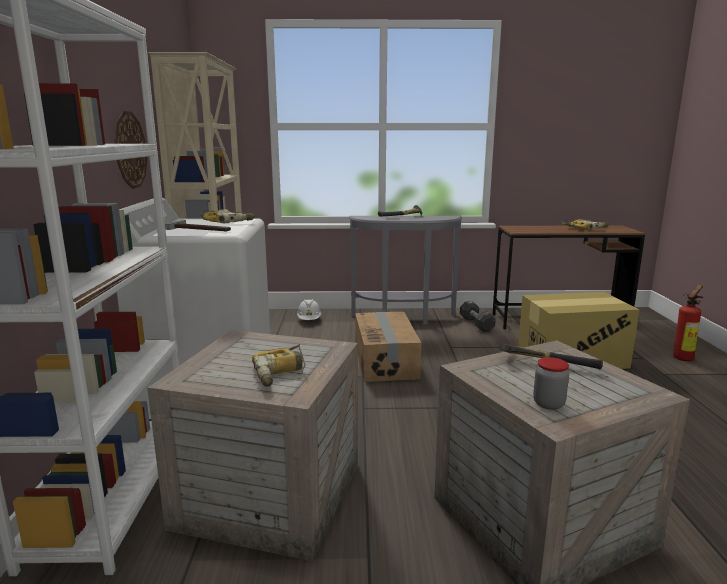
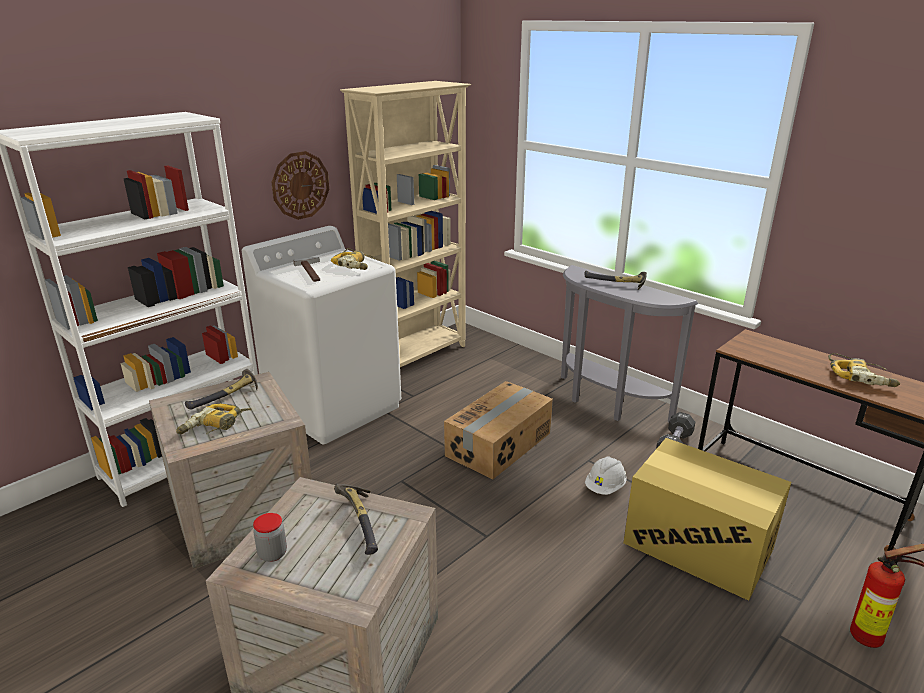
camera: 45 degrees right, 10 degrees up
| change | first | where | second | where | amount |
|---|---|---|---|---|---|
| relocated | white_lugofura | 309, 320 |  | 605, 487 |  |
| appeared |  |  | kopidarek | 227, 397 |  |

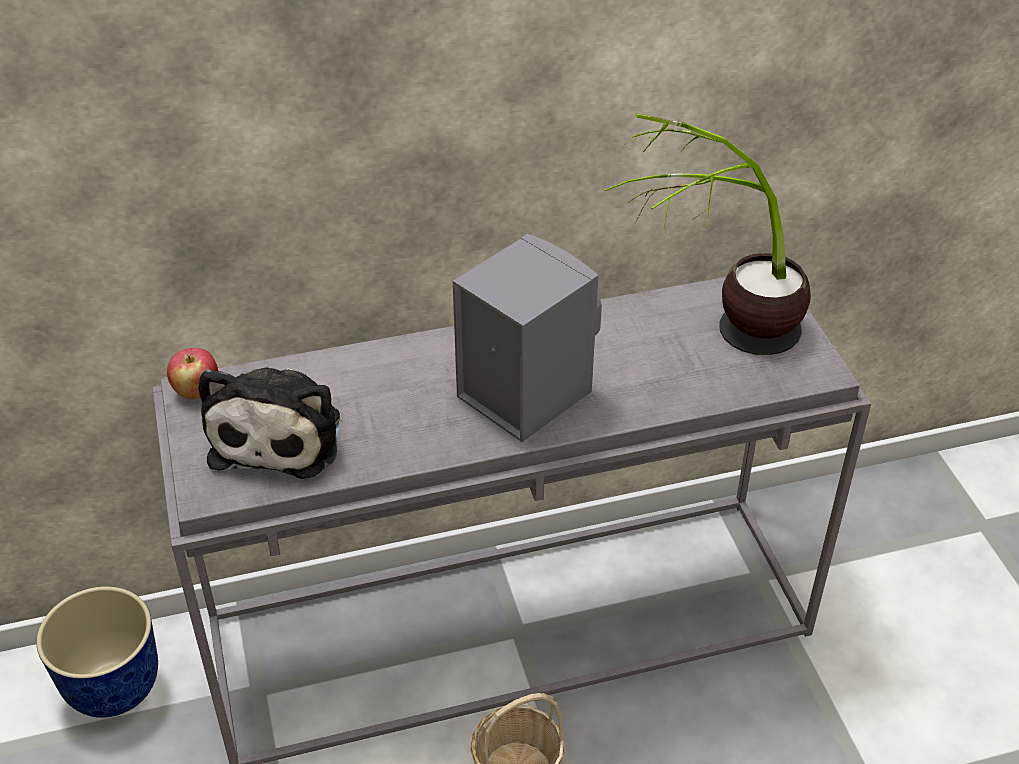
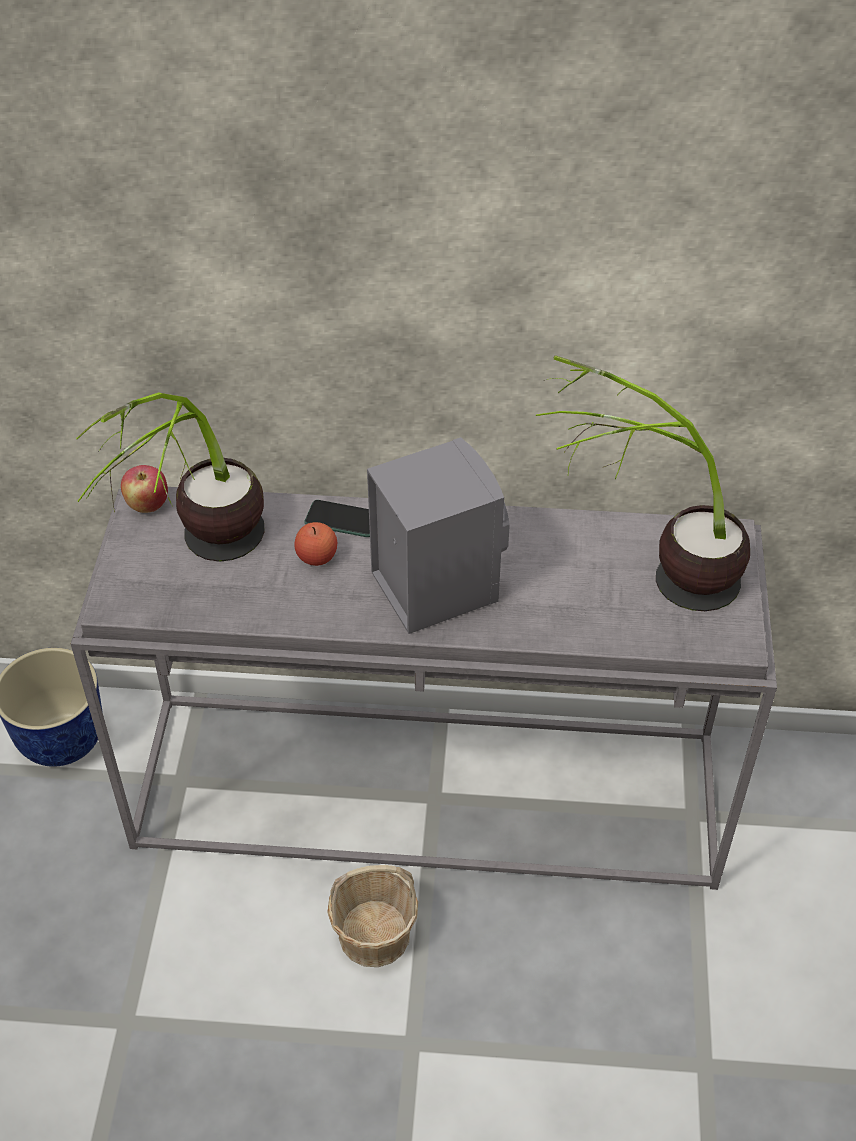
camera: 20 degrees right, 5 degrees up
| change | first | where | second | where | amount |
|---|---|---|---|---|---|
| exchanged | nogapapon | 279, 434 | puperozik | 199, 565 |  |
| appeared |  |  | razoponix | 317, 557 |  |
| appeared |  |  | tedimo | 342, 520 |  |

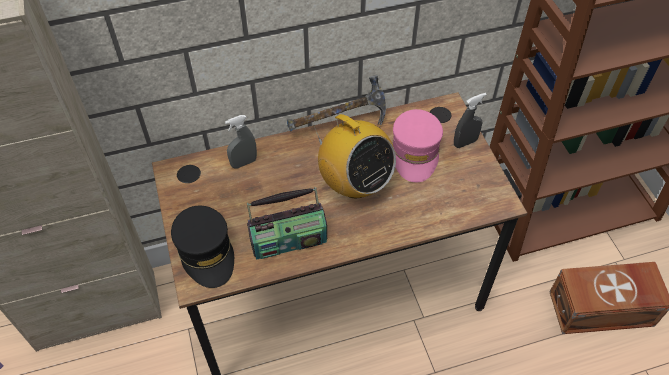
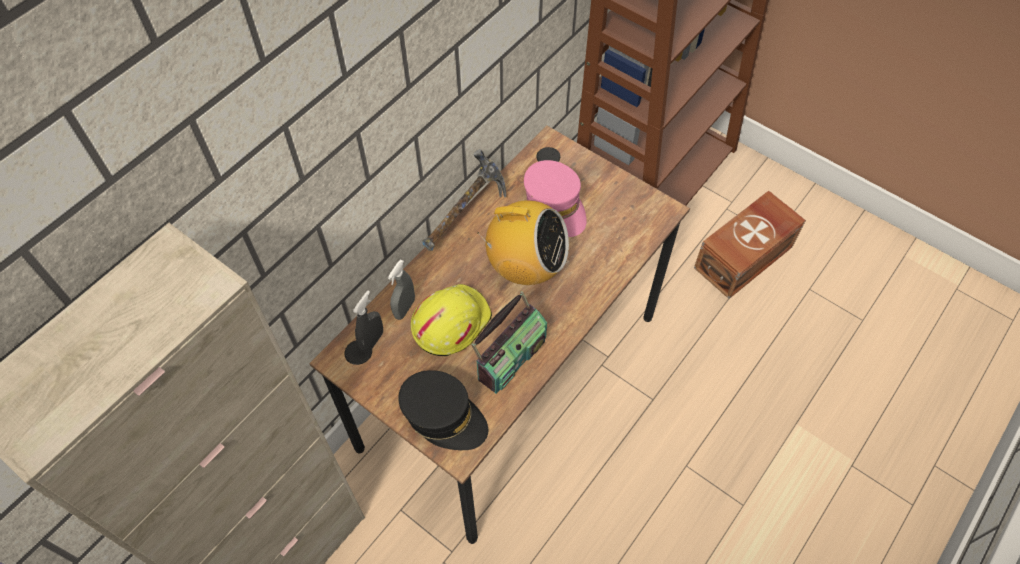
camera: 35 degrees left, 5 degrees up
| change | first | where | second | where | amount |
|---|---|---|---|---|---|
| relocated | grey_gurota | 465, 142 |  | 372, 341 |  |
| appeared |  |  | yellow_lugofura | 450, 322 |  |

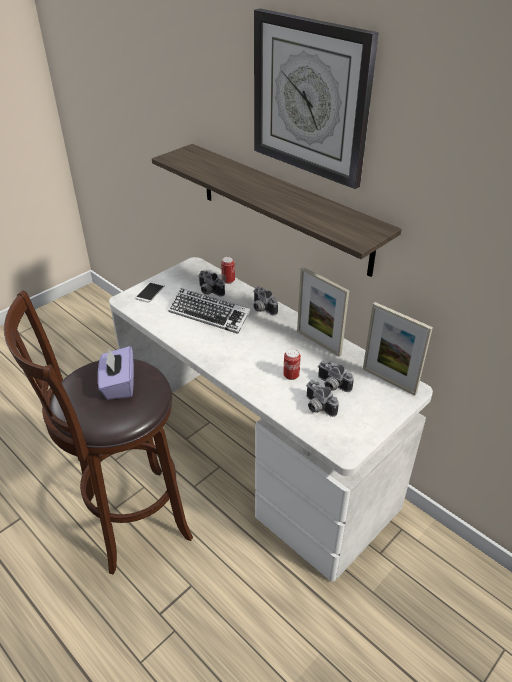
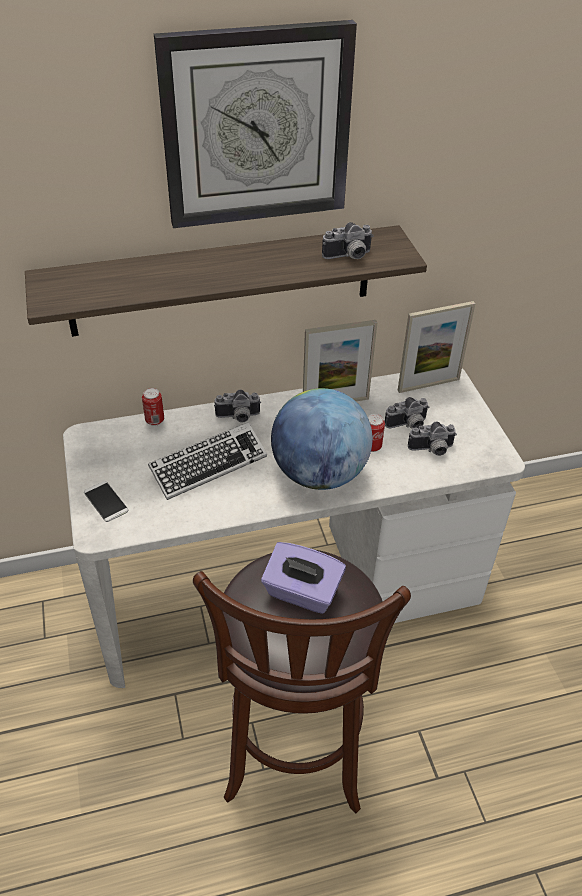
camera: 60 degrees left, 5 degrees up
| change | first | where | second | where | amount |
|---|---|---|---|---|---|
| relocated | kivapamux | 208, 292 |  | 349, 257 |  |
| appeared |  |  | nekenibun | 319, 473 |  |

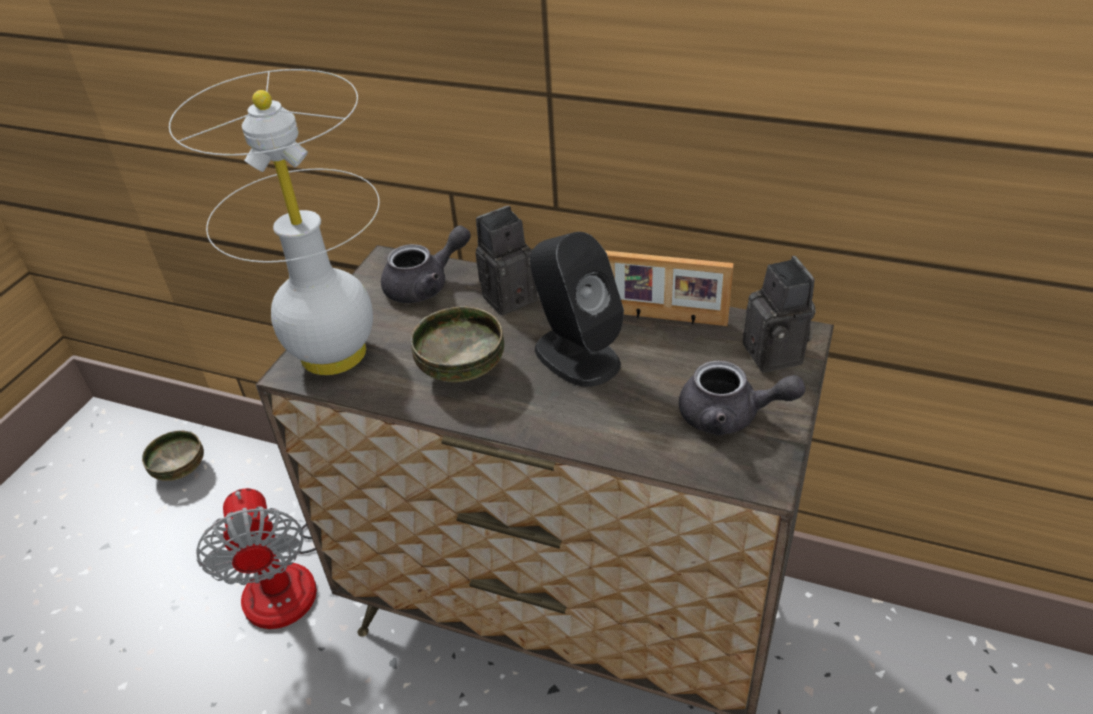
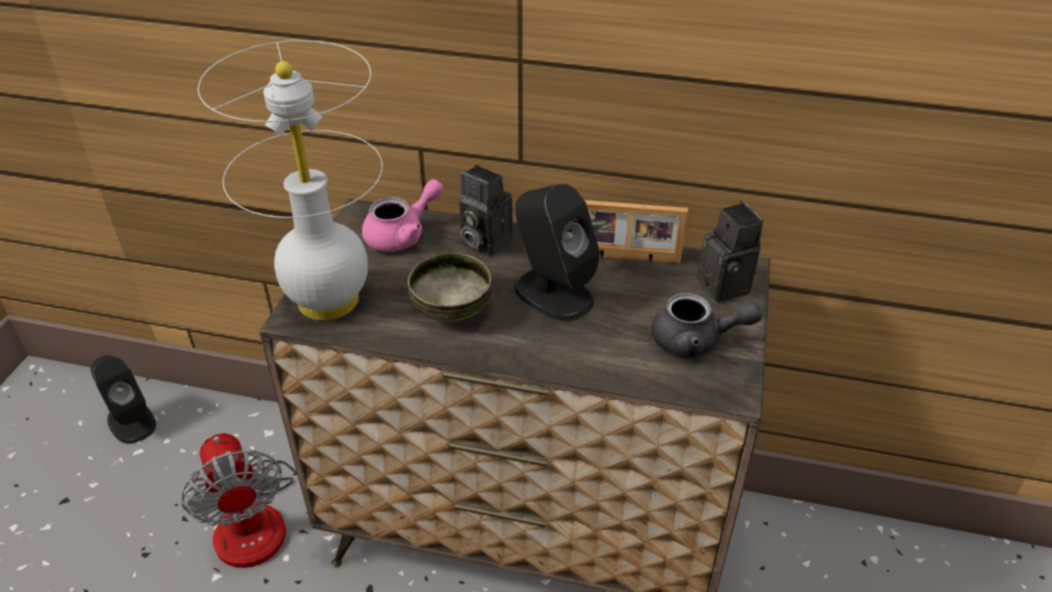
camera: 10 degrees left, 0 degrees up
| change | first | where | second | where | amount |
|---|---|---|---|---|---|
| exchanged | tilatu | 180, 469 | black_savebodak | 131, 421 |  |
| colour | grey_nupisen | 426, 285 | pink_nupisen | 403, 235 |  |
| spun | kivapamux | 510, 295 |  | 483, 242 | 105 degrees counterclockwise |

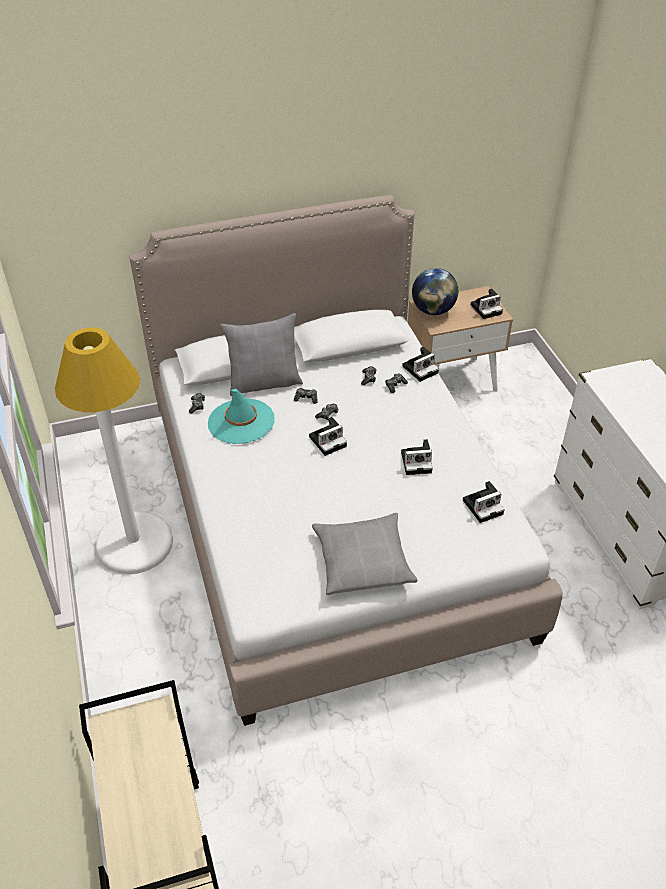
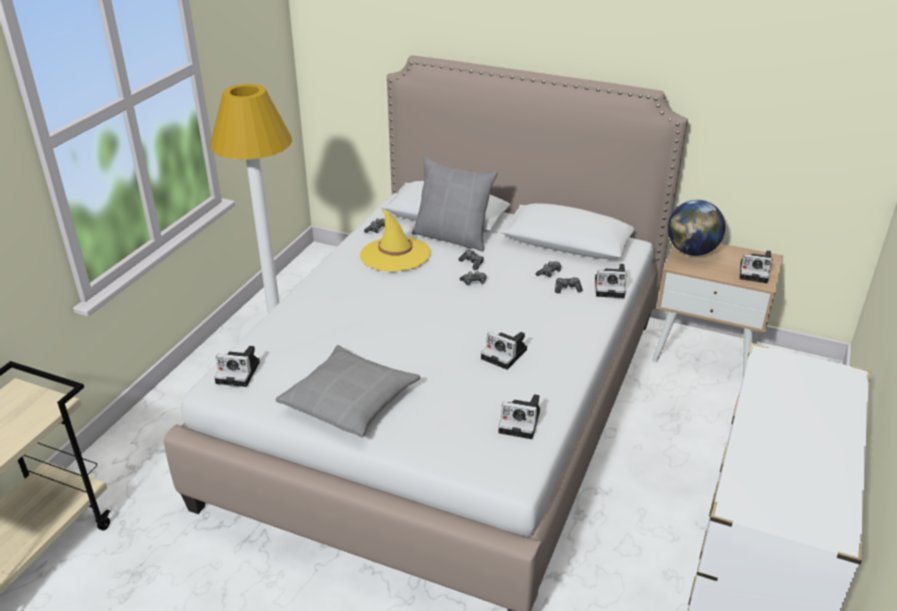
camera: 40 degrees right, 10 degrees down
| change | first | where | second | where | amount |
|---|---|---|---|---|---|
| colour | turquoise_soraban | 241, 421 | yellow_soraban | 395, 254 |  |
| relocated | kivapamux | 328, 440 |  | 240, 372 |  |

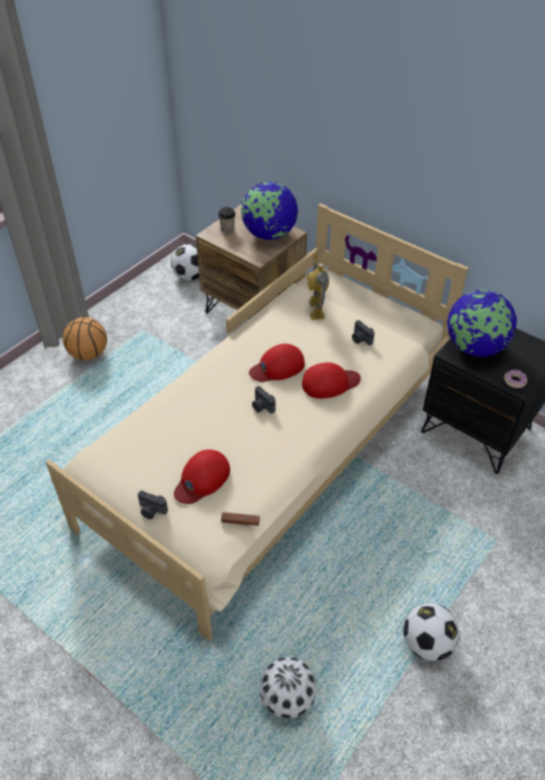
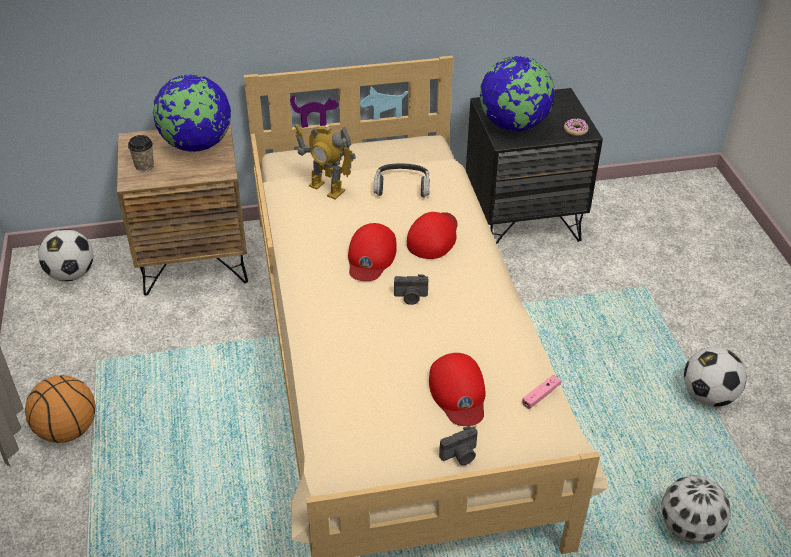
camera: 50 degrees left, 5 degrees down
| change | first | where | second | where | amount |
|---|---|---|---|---|---|
| colour | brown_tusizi | 240, 521 | pink_tusizi | 541, 395 |  |
| exchanged | kivapamux | 360, 339 | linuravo | 402, 186 |  |

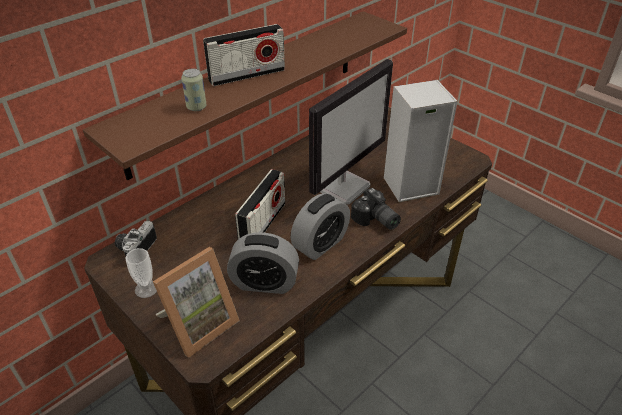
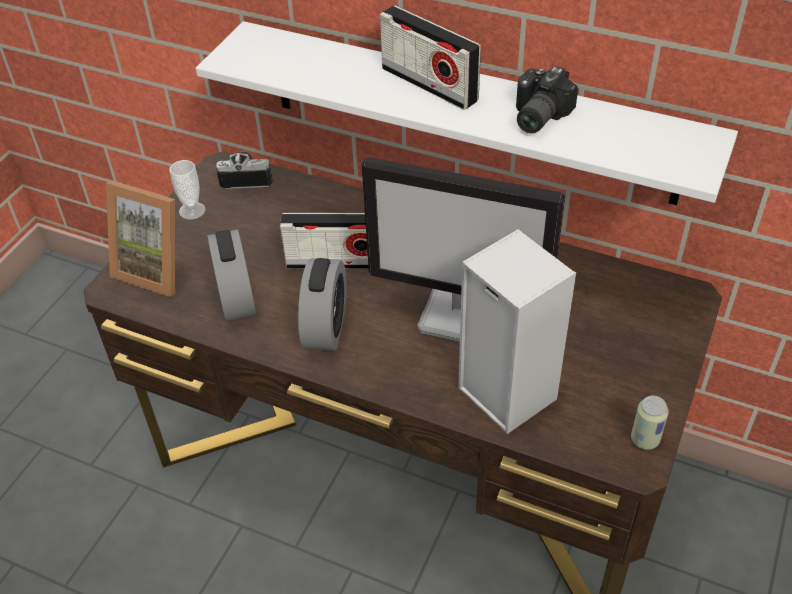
camera: 70 degrees right, 5 degrees up
| change | first | where | second | where | amount |
|---|---|---|---|---|---|
| colour | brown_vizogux | 248, 90 | white_vizogux | 469, 112 |  |
| relocated | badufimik | 196, 107 |  | 645, 439 |  |
| spun | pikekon | 320, 244 |  | 325, 327 | 105 degrees counterclockwise |
| relocated | kivapamux | 375, 221 |  | 535, 116 |  |

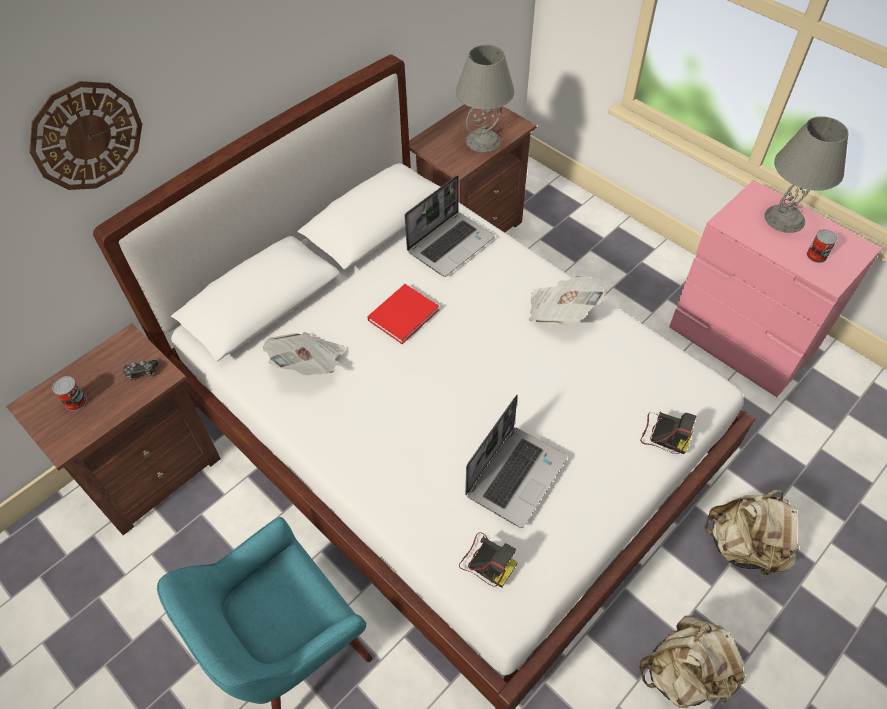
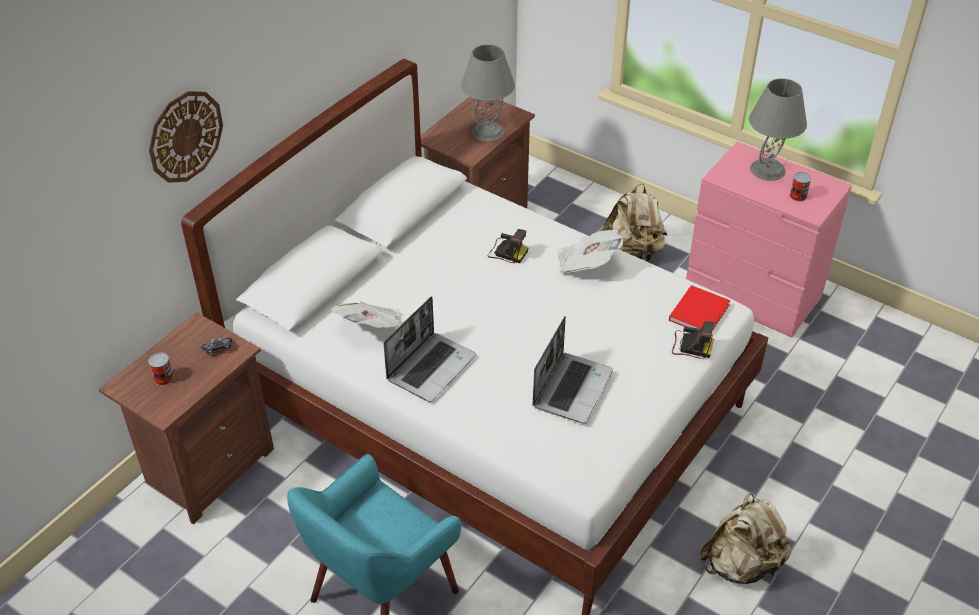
camera: 10 degrees left, 10 degrees down
| change | first | where | second | where | amount |
|---|---|---|---|---|---|
| relocated | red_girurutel | 405, 314 |  | 700, 311 |  |
| relocated | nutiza | 451, 244 |  | 431, 367 |  |
| relocated | kivapamux | 487, 561 |  | 507, 252 |  |
| relocated | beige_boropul | 744, 546 |  | 633, 250 |  |

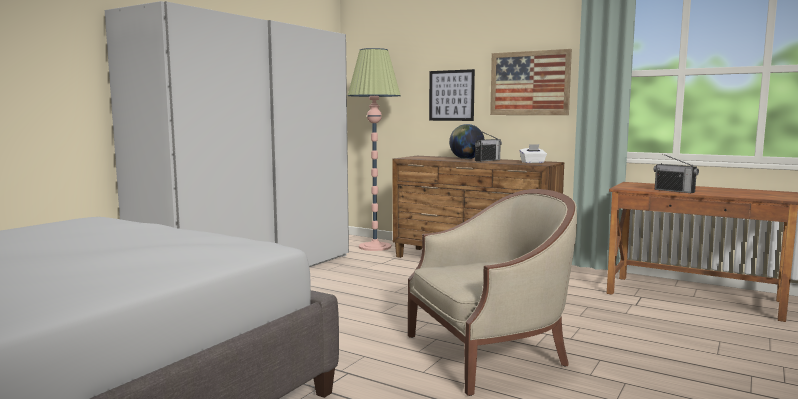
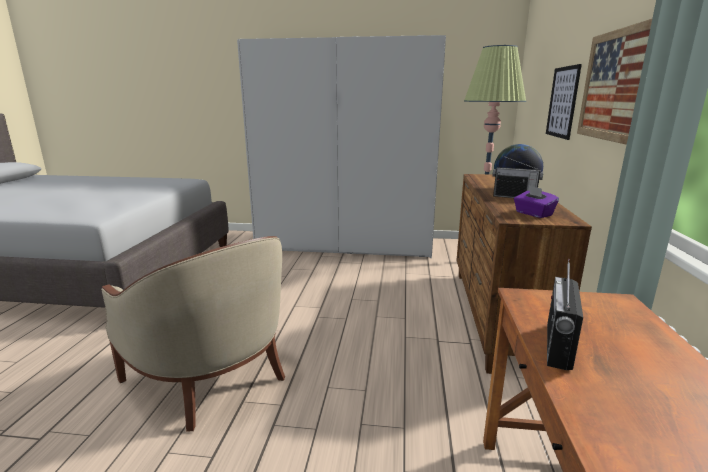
camera: 65 degrees right, 10 degrees up
| change | first | where | second | where | amount |
|---|---|---|---|---|---|
| colour | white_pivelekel | 532, 162 | purple_pivelekel | 533, 214 |  |

